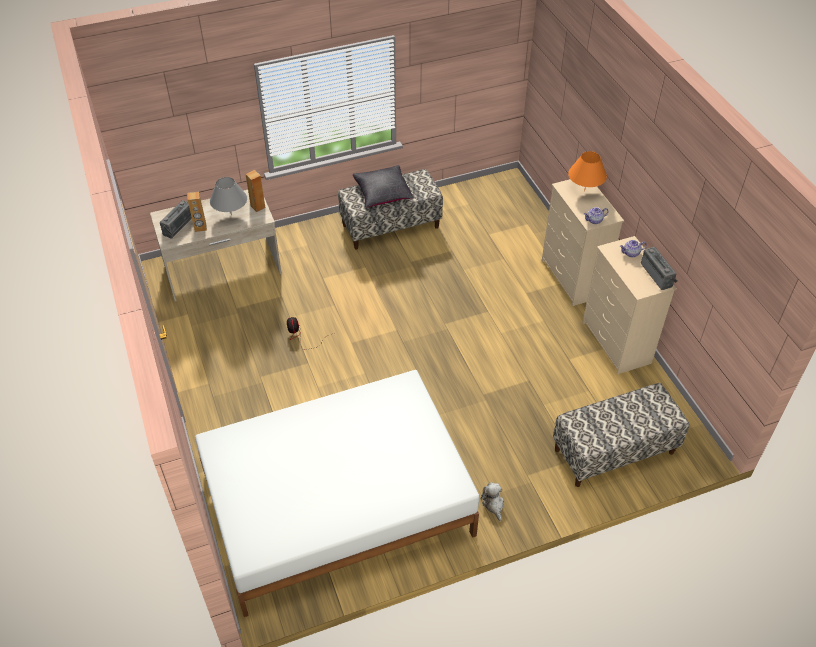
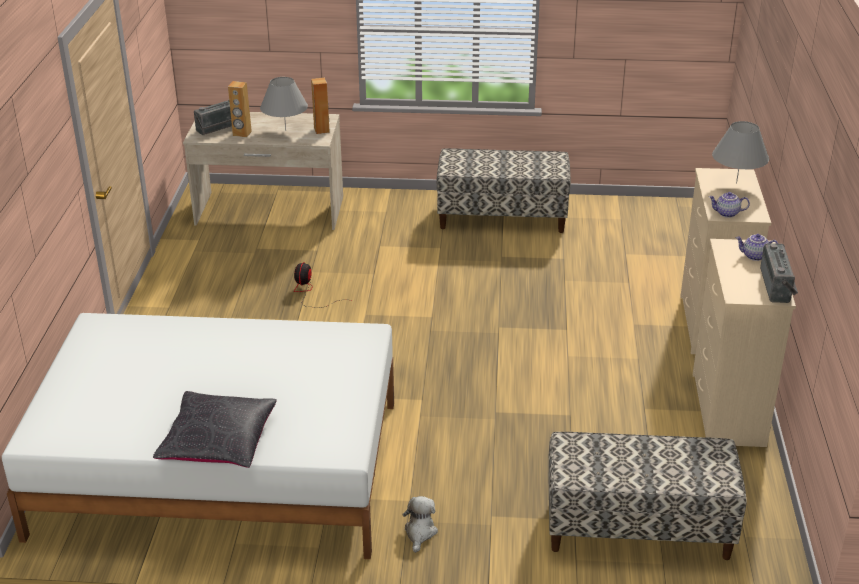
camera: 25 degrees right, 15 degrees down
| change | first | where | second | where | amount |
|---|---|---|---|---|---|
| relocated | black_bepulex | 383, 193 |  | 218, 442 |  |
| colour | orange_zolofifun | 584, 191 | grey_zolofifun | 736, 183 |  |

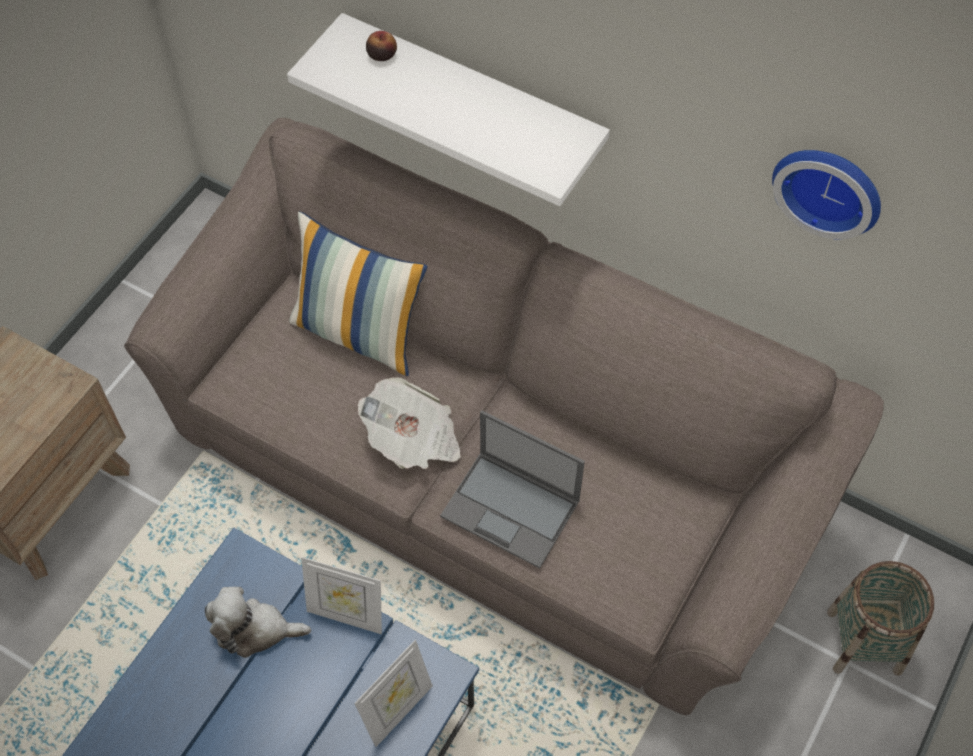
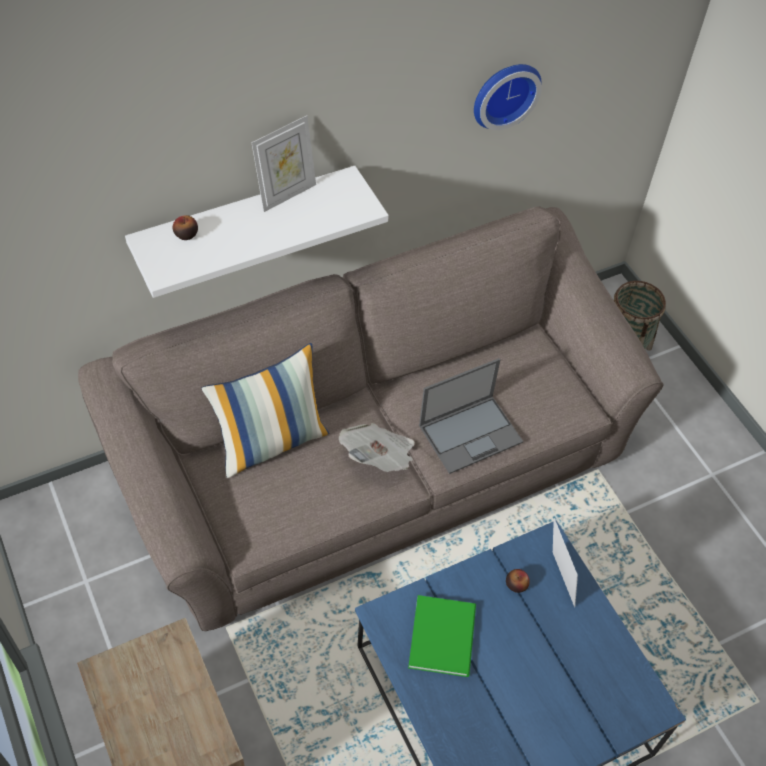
camera: 60 degrees left, 5 degrees down
| change | first | where | second | where | amount |
|---|---|---|---|---|---|
| exchanged | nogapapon | 255, 629 | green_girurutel | 444, 634 |  |
| relocated | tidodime | 347, 615 |  | 286, 194 |  |
| appeared |  |  | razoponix | 516, 584 |  |

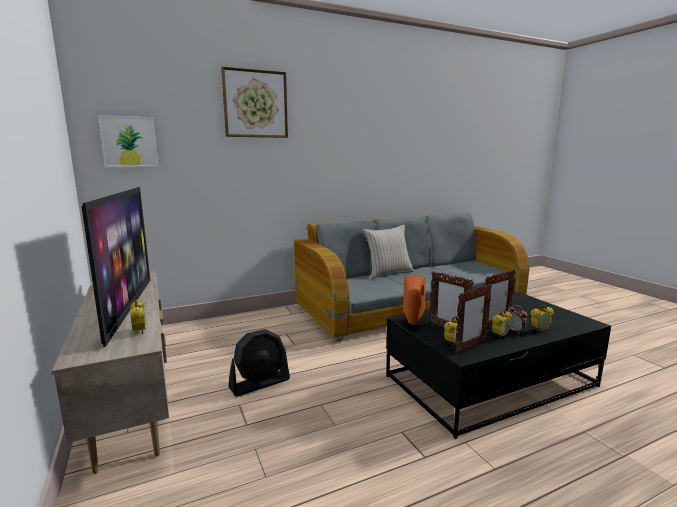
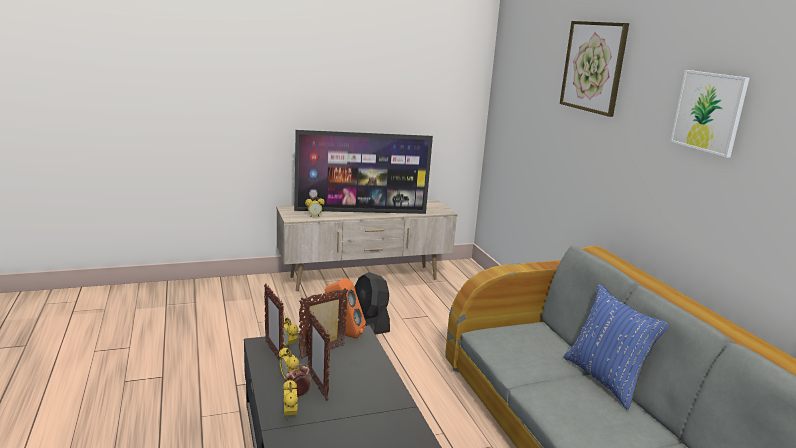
camera: 95 degrees right, 5 degrees up
| change | first | where | second | where | amount |
|---|---|---|---|---|---|
| relocated | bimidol | 129, 141 |  | 708, 112 |  |
| colour | beige_bepulex | 388, 273 | blue_bepulex | 605, 379 |  |

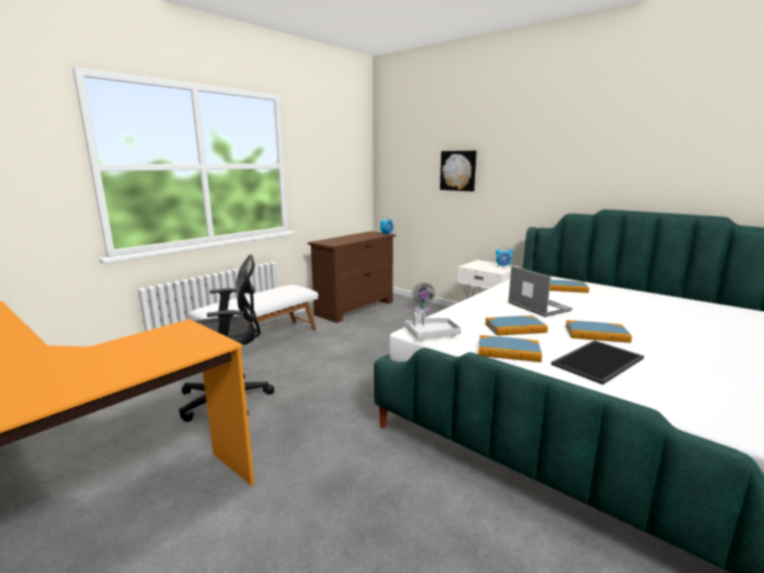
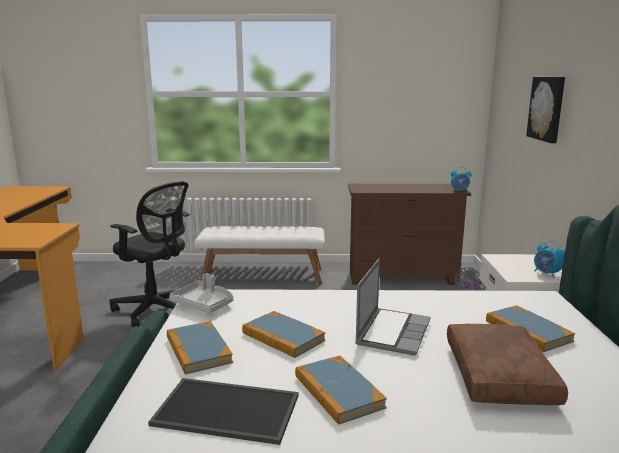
camera: 50 degrees right, 0 degrees up
| change | first | where | second | where | amount |
|---|---|---|---|---|---|
| appeared |  |  | brown_bepulex | 501, 376 |  |

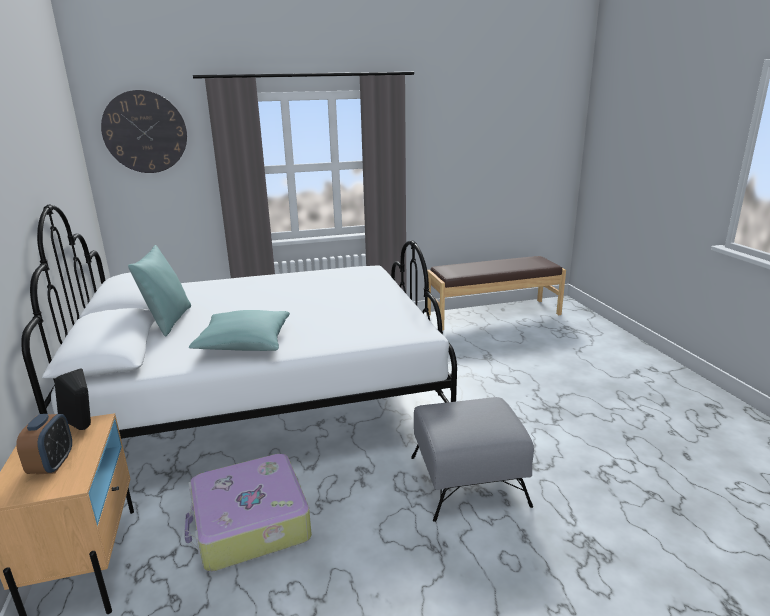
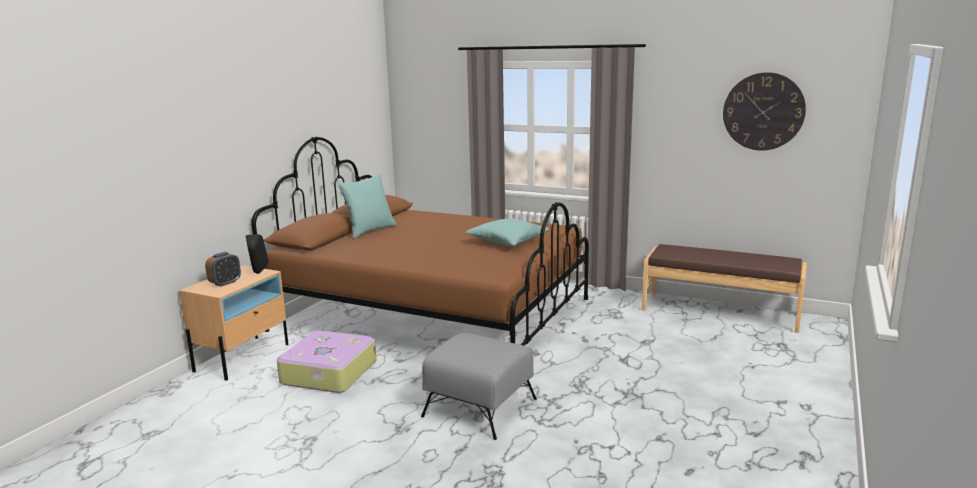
camera: 40 degrees right, 5 degrees down
| change | first | where | second | where | amount |
|---|---|---|---|---|---|
| colour | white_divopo | 267, 399 | brown_divopo | 433, 315 |  |
| relocated | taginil | 145, 132 |  | 763, 111 |  |
| relocated | turquoise_bepulex | 244, 344 |  | 507, 242 |  |

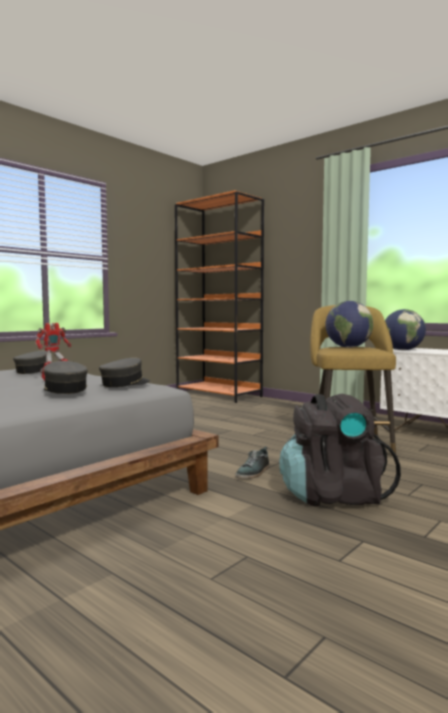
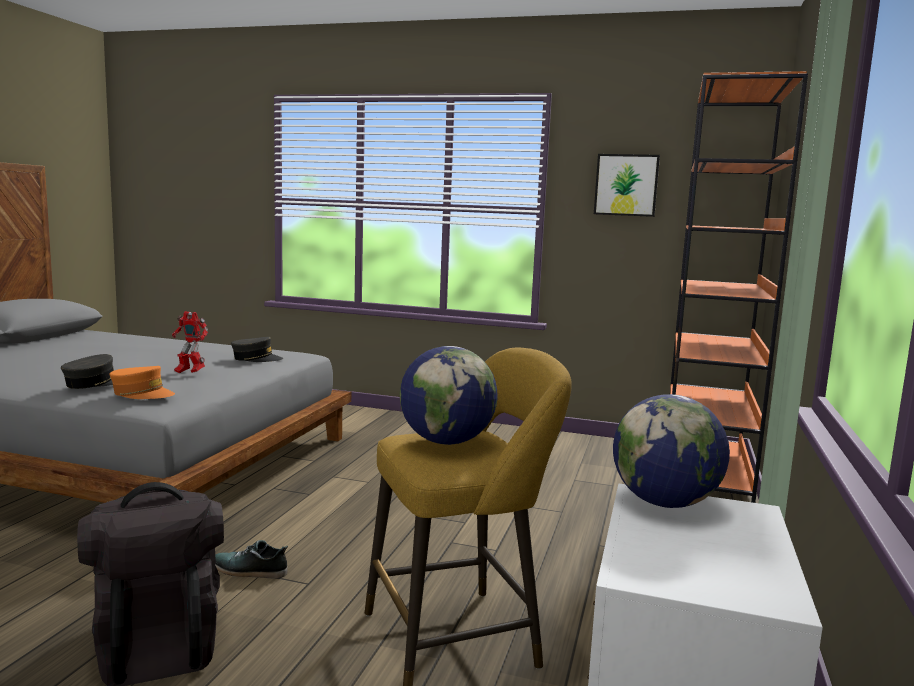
camera: 65 degrees right, 5 degrees up
| change | first | where | second | where | amount |
|---|---|---|---|---|---|
| colour | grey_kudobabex | 125, 384 | orange_kudobabex | 142, 393 |  |
| appeared |  |  | bimidol | 626, 185 |  |

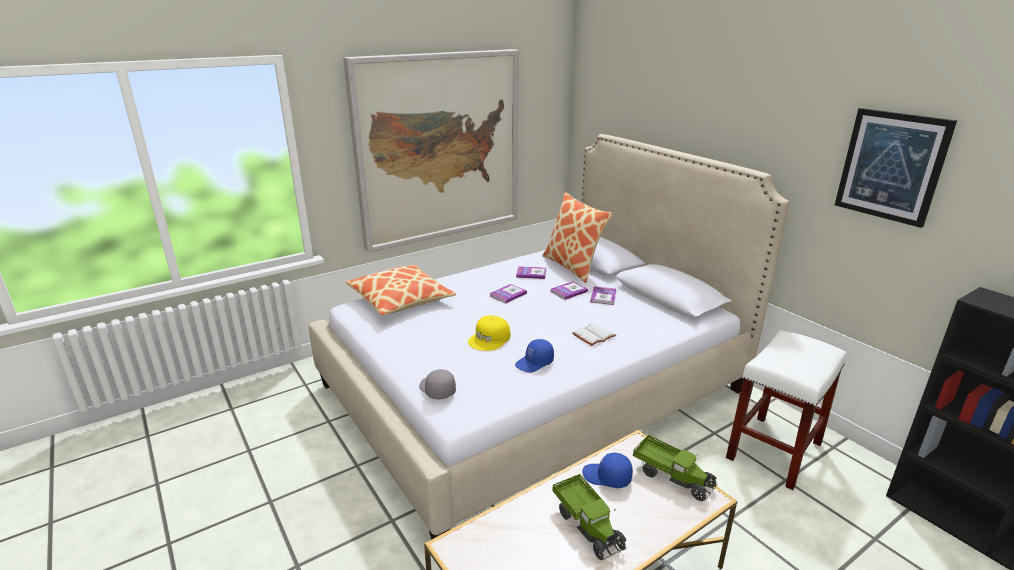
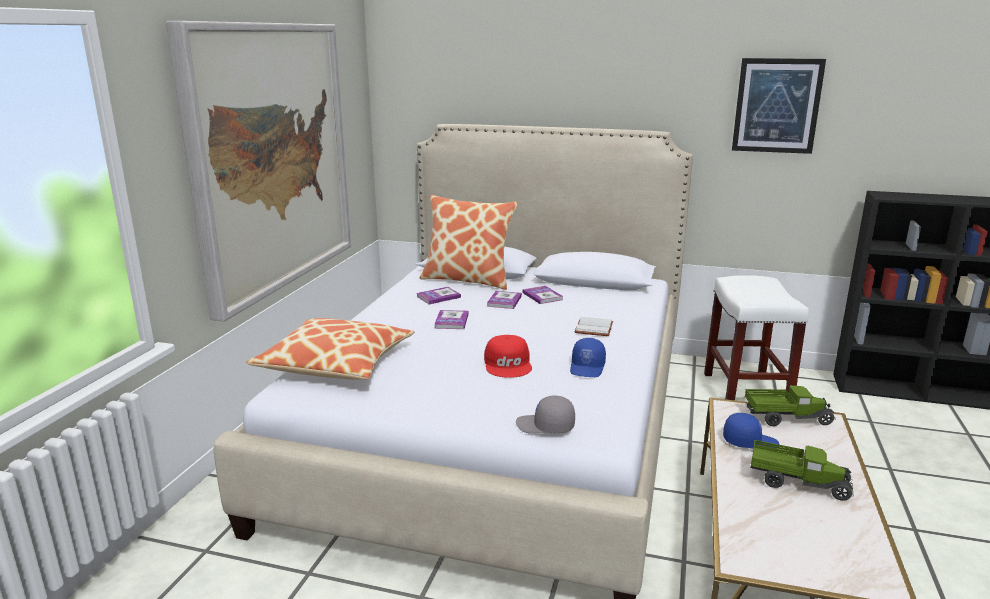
camera: 40 degrees left, 5 degrees down
| change | first | where | second | where | amount |
|---|---|---|---|---|---|
| colour | yellow_kudobabex | 490, 339 | red_kudobabex | 508, 364 |  |
| spun | blue_kudobabex | 607, 477 |  | 749, 442 | 150 degrees counterclockwise |

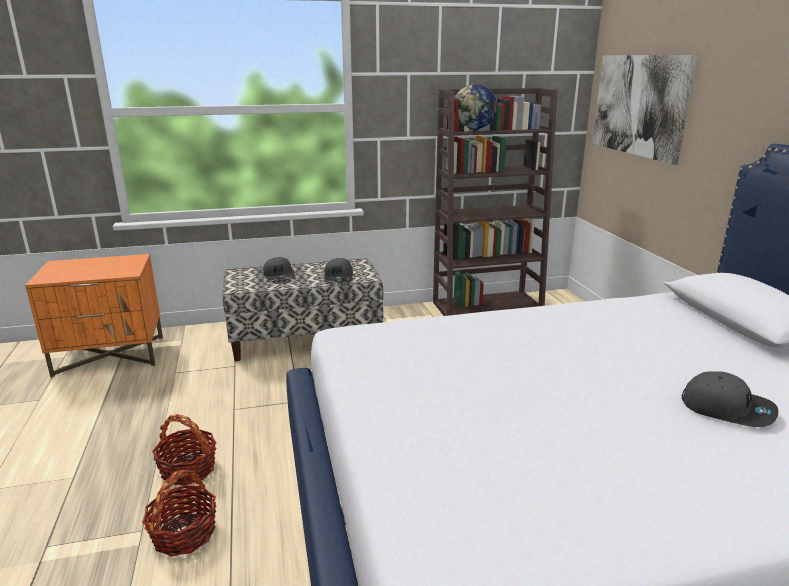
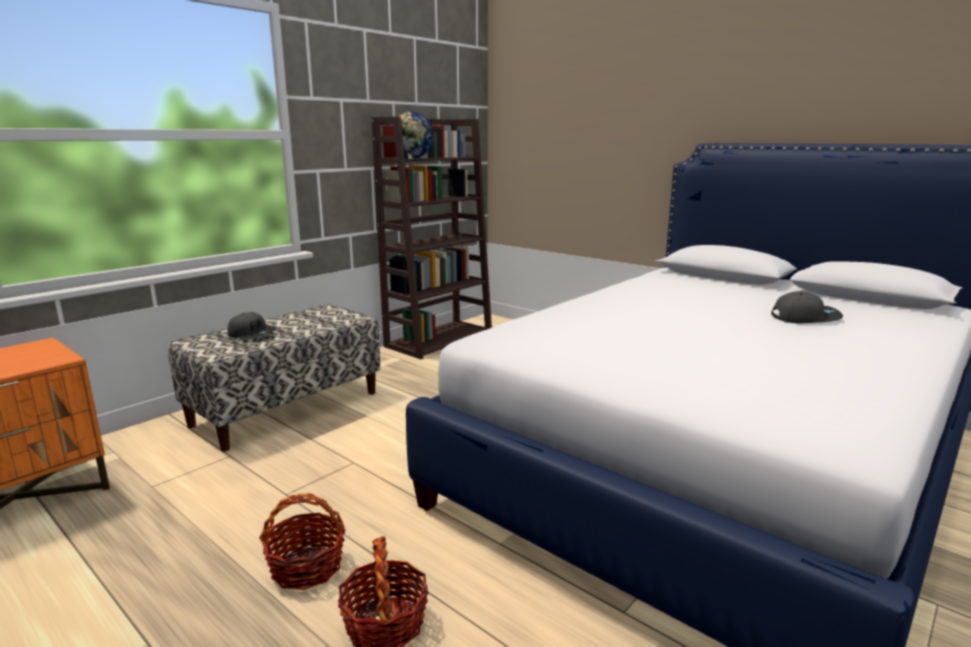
camera: 35 degrees left, 5 degrees down
| change | first | where | second | where | amount |
|---|---|---|---|---|---|
| missing | grey_kudobabex | 339, 276 |  |  |  |
| missing | bimidol | 639, 105 |  |  |  |

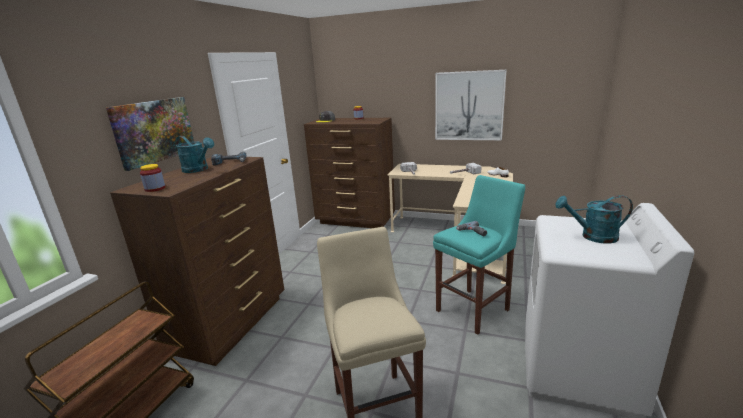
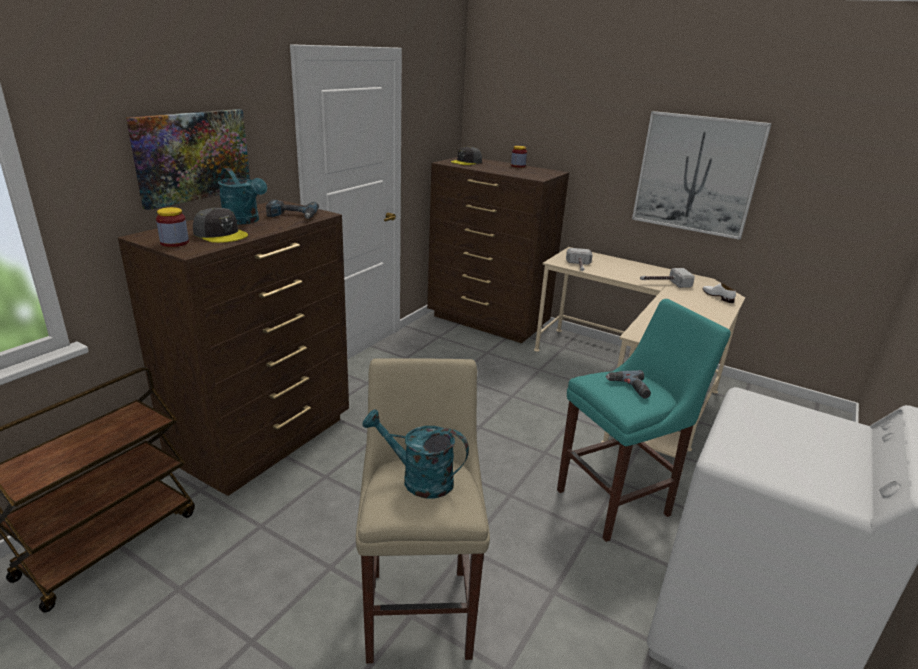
camera: 10 degrees right, 5 degrees up
| change | first | where | second | where | amount |
|---|---|---|---|---|---|
| relocated | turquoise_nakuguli | 592, 236 |  | 418, 479 |  |
| appeared |  |  | grey_kudobabex | 221, 234 |  |

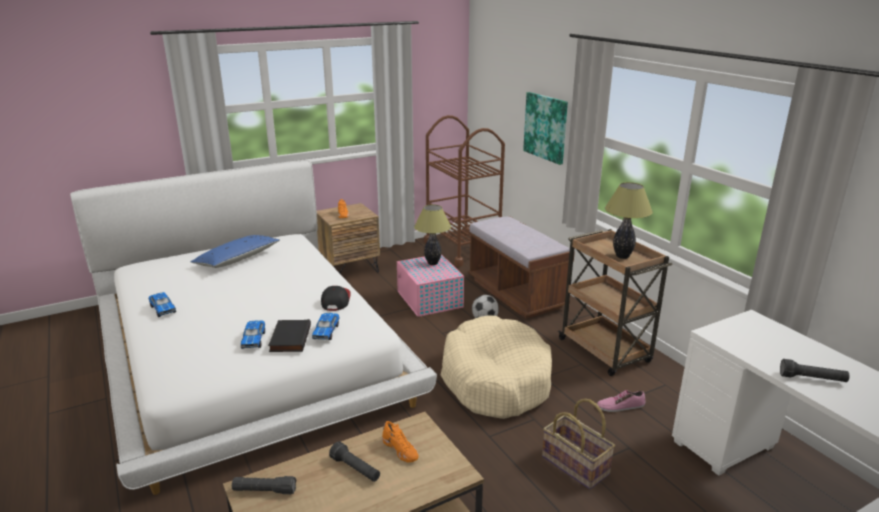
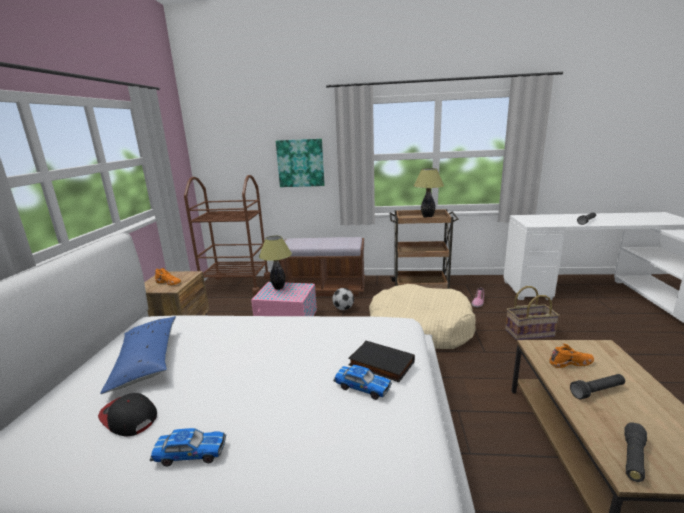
camera: 55 degrees left, 5 degrees down
| change | first | where | second | where | amount |
|---|---|---|---|---|---|
| missing | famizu | 326, 331 |  |  |  |
| relocated | kudobabex | 335, 300 |  | 128, 417 |  |

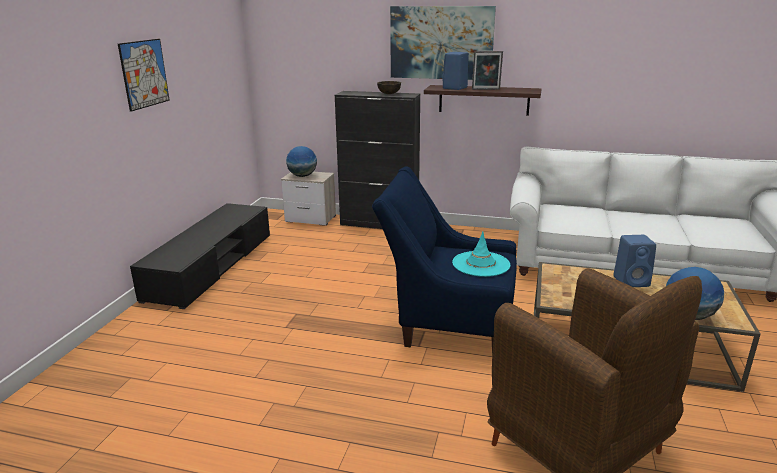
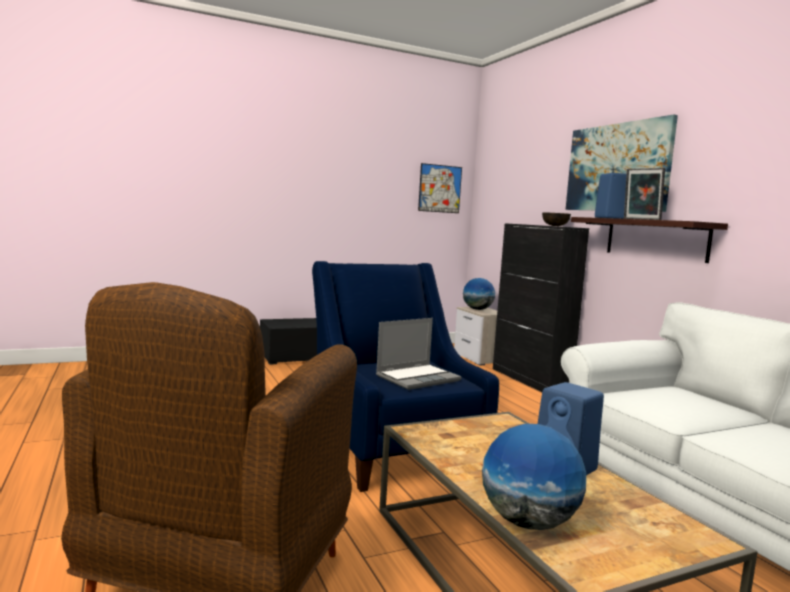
camera: 50 degrees right, 15 degrees down
| change | first | where | second | where | amount |
|---|---|---|---|---|---|
| relocated | bimidol | 144, 74 |  | 440, 188 |  |
| exchanged | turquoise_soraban | 480, 264 | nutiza | 418, 378 |  |

